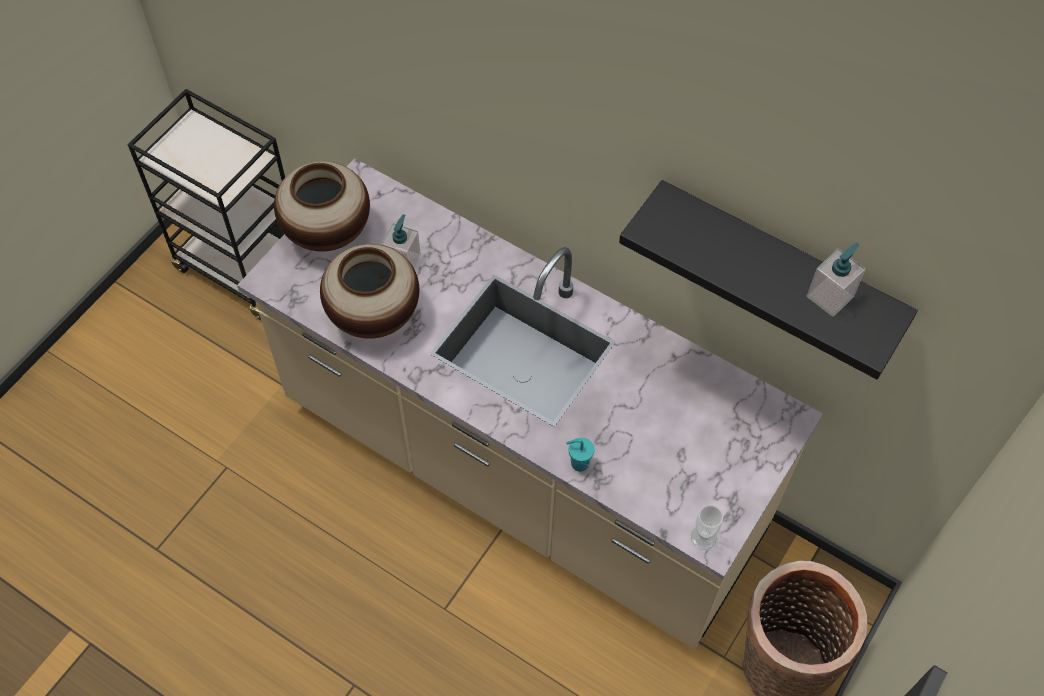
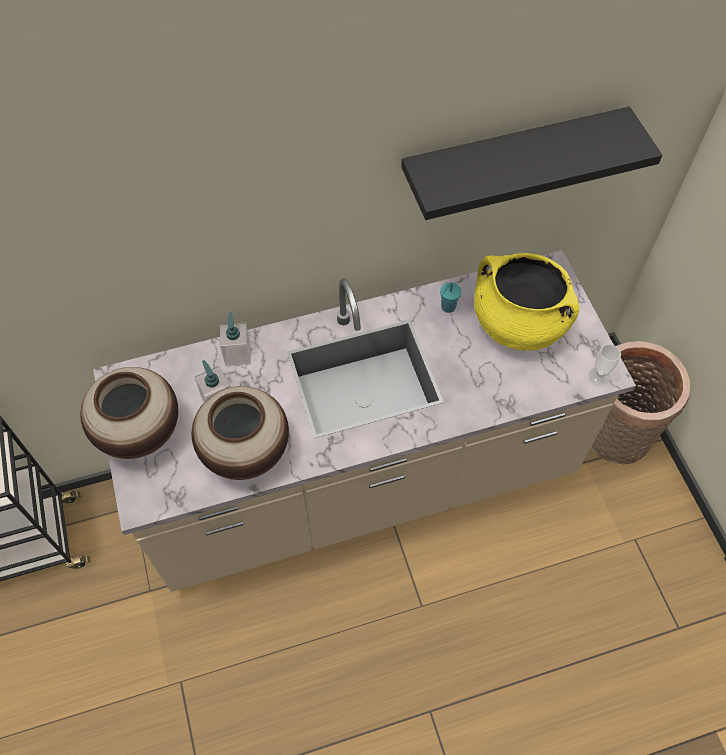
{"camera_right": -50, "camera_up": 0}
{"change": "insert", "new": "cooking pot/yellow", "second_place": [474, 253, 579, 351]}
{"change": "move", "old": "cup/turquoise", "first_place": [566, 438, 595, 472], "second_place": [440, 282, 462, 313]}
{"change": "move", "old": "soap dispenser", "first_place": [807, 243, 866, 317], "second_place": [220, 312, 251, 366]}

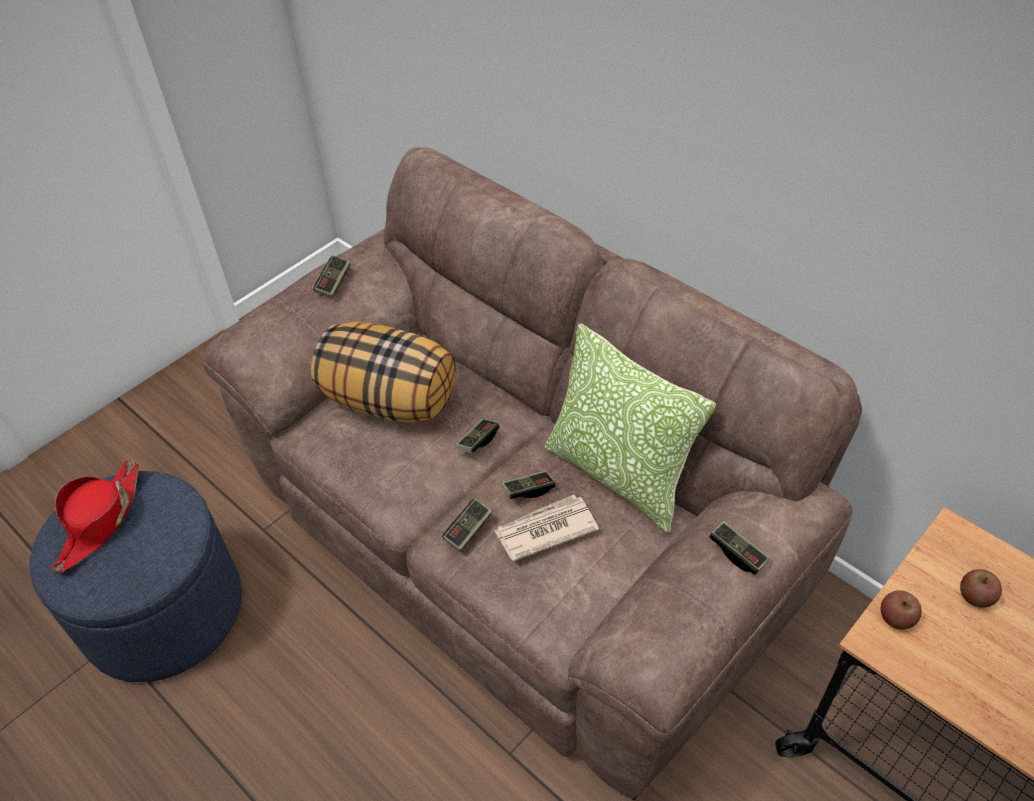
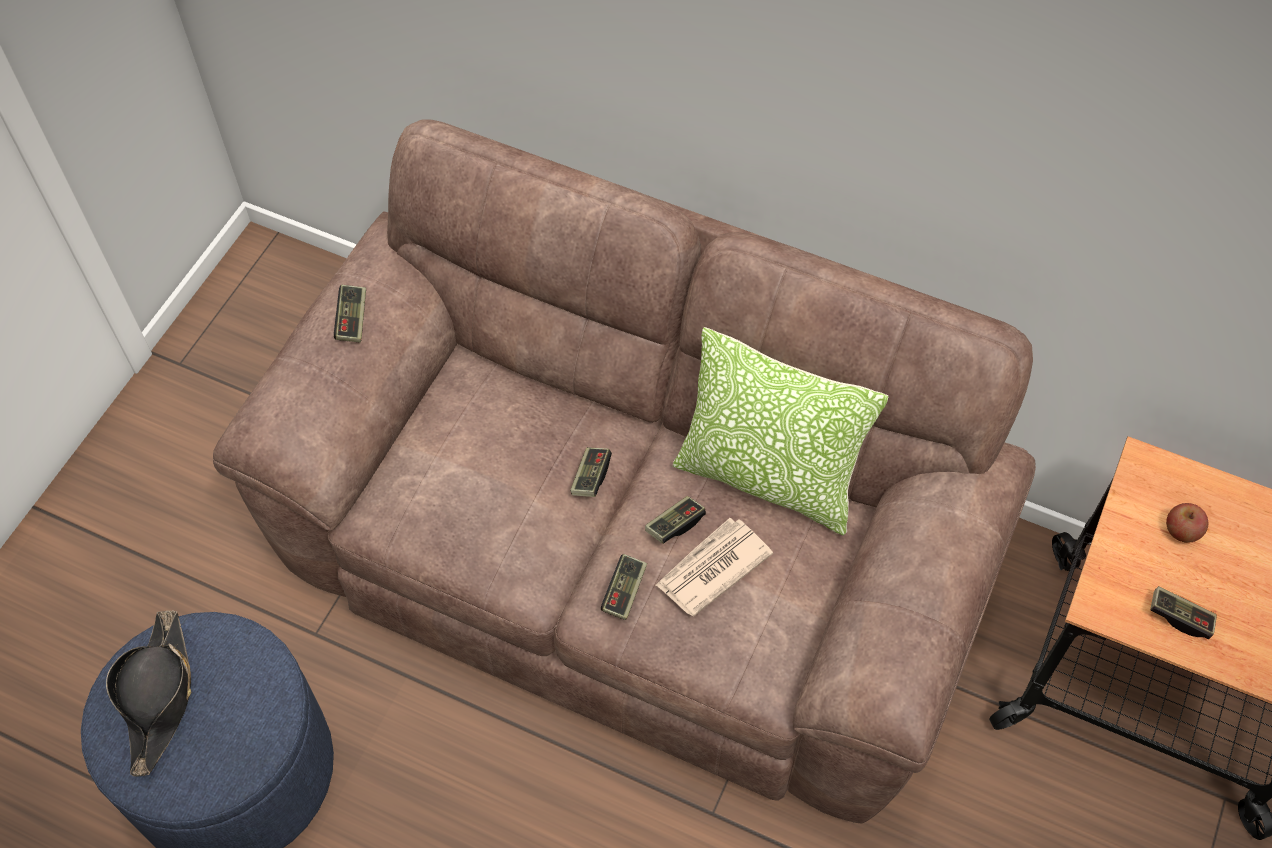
{"camera_right": -20, "camera_up": 10}
{"change": "delete", "old": "pillow", "first_place": [311, 322, 456, 423]}
{"change": "delete", "old": "apple", "first_place": [881, 590, 922, 629]}
{"change": "move", "old": "game controller", "first_place": [709, 521, 770, 575], "second_place": [1150, 586, 1217, 639]}
{"change": "recolor", "old": "hat/red", "new": "hat/black", "first_place": [51, 460, 139, 573], "second_place": [106, 610, 191, 776]}

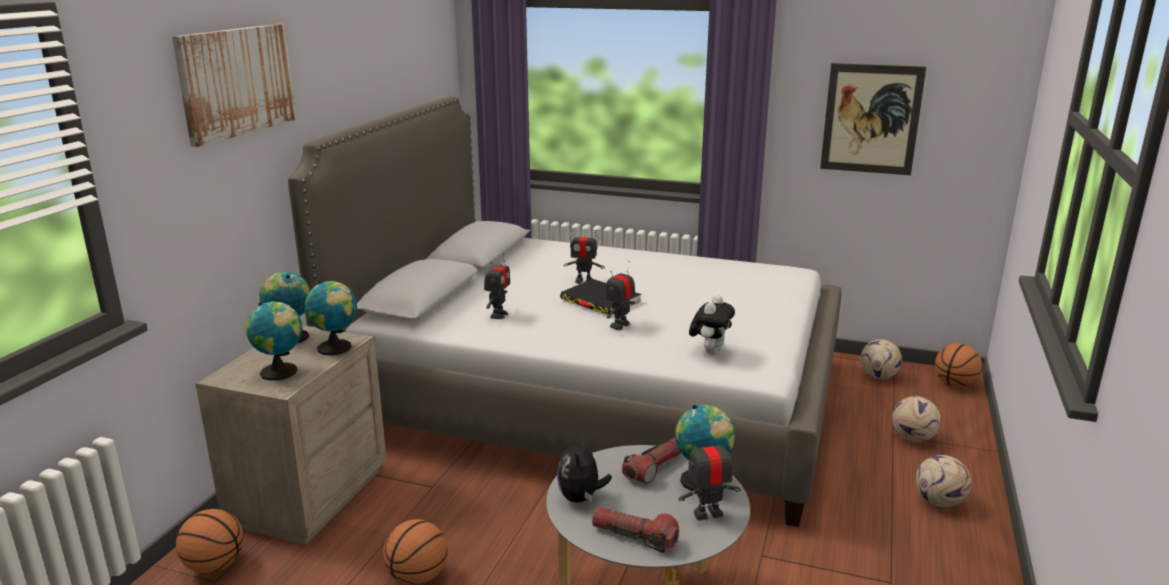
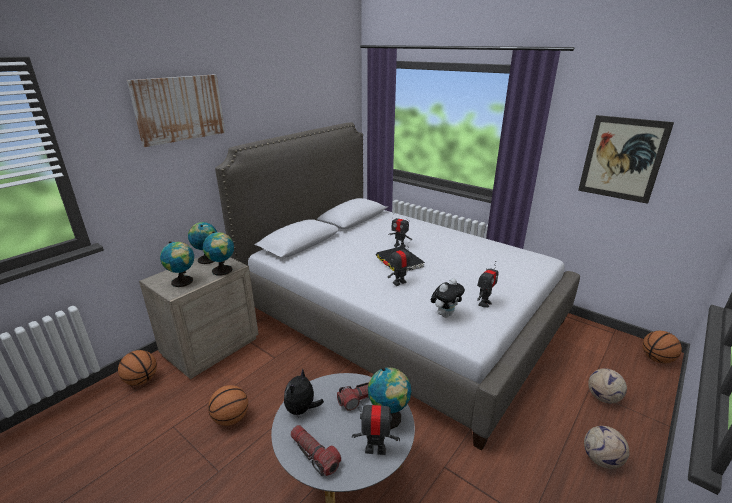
{"camera_right": 20, "camera_up": 5}
{"change": "delete", "old": "football", "first_place": [861, 339, 902, 379]}
{"change": "move", "old": "toy robot", "first_place": [484, 253, 510, 319], "second_place": [477, 261, 498, 308]}

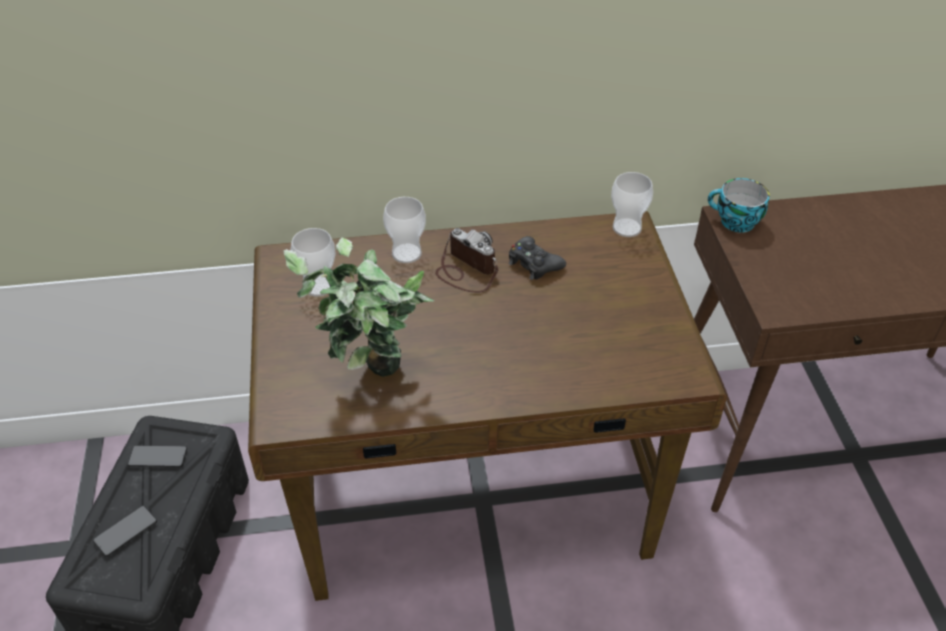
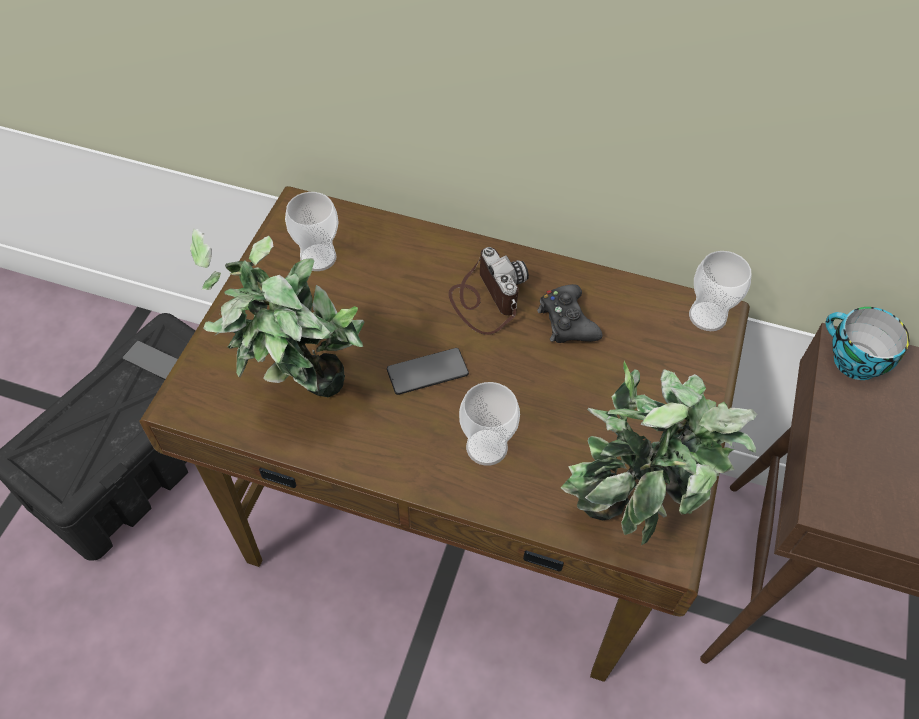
{"camera_right": 25, "camera_up": 10}
{"change": "insert", "new": "potted plant", "second_place": [561, 361, 757, 545]}
{"change": "move", "old": "phone", "first_place": [93, 506, 157, 557], "second_place": [387, 348, 469, 395]}
{"change": "move", "old": "cup", "first_place": [383, 197, 426, 263], "second_place": [459, 382, 520, 466]}

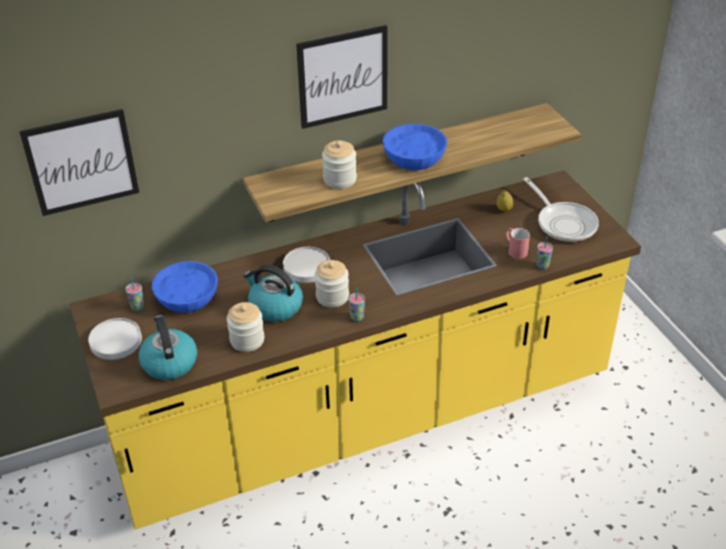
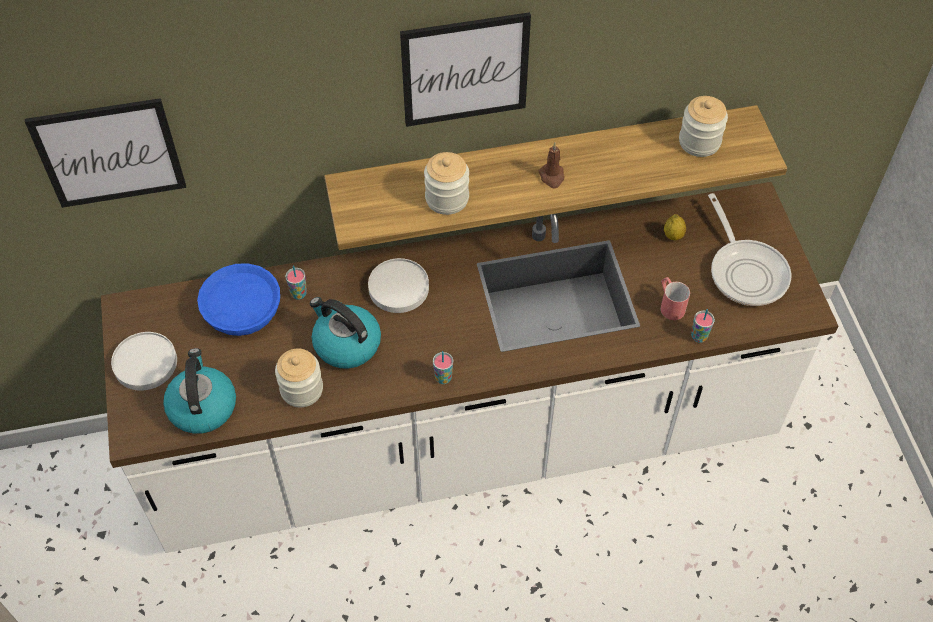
{"camera_right": 10, "camera_up": 15}
{"change": "move", "old": "cup", "first_place": [125, 278, 144, 311], "second_place": [285, 265, 307, 300]}
{"change": "move", "old": "jar", "first_place": [315, 260, 349, 308], "second_place": [679, 96, 728, 157]}
{"change": "replace", "old": "bowl/blue", "new": "candle/brown", "first_place": [383, 124, 447, 170], "second_place": [539, 143, 565, 188]}
{"change": "recolor", "old": "counter/yellow", "new": "counter/white", "first_place": [69, 170, 641, 529], "second_place": [101, 182, 838, 553]}

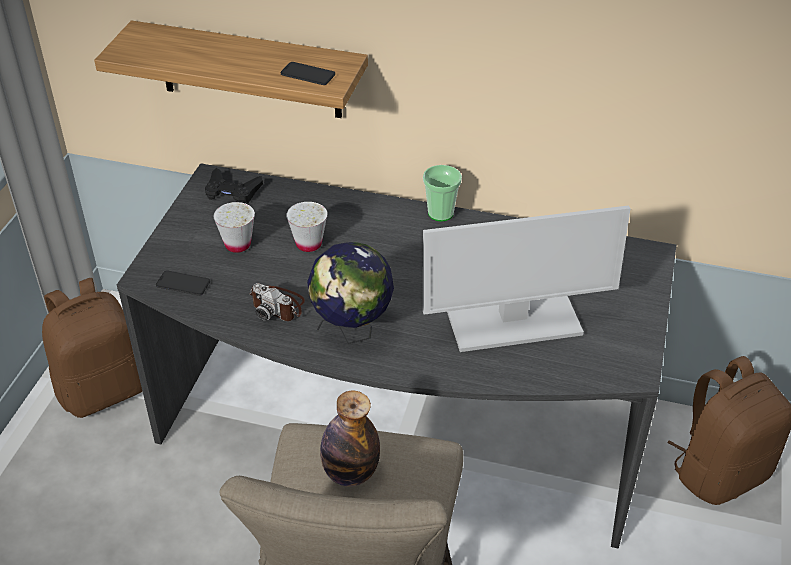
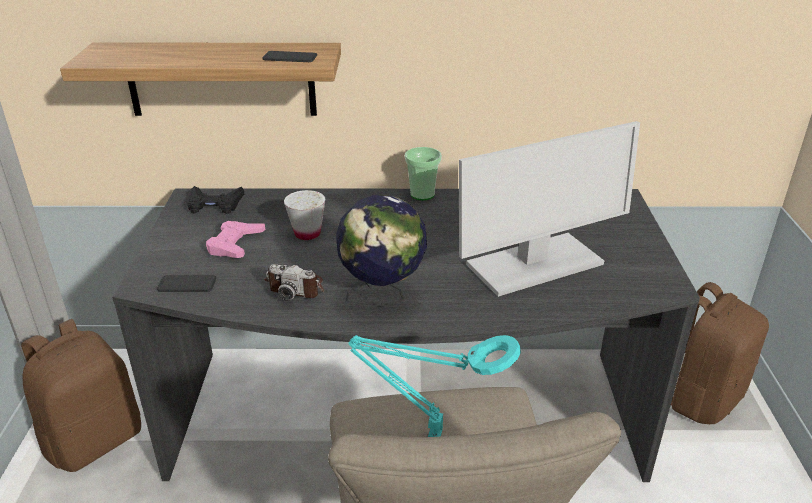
{"camera_right": -15, "camera_up": -10}
{"change": "replace", "old": "cup/white", "new": "game controller/pink", "first_place": [214, 202, 255, 253], "second_place": [206, 221, 265, 258]}
{"change": "replace", "old": "bottle", "new": "table lamp/turquoise", "first_place": [320, 391, 380, 487], "second_place": [348, 335, 521, 437]}

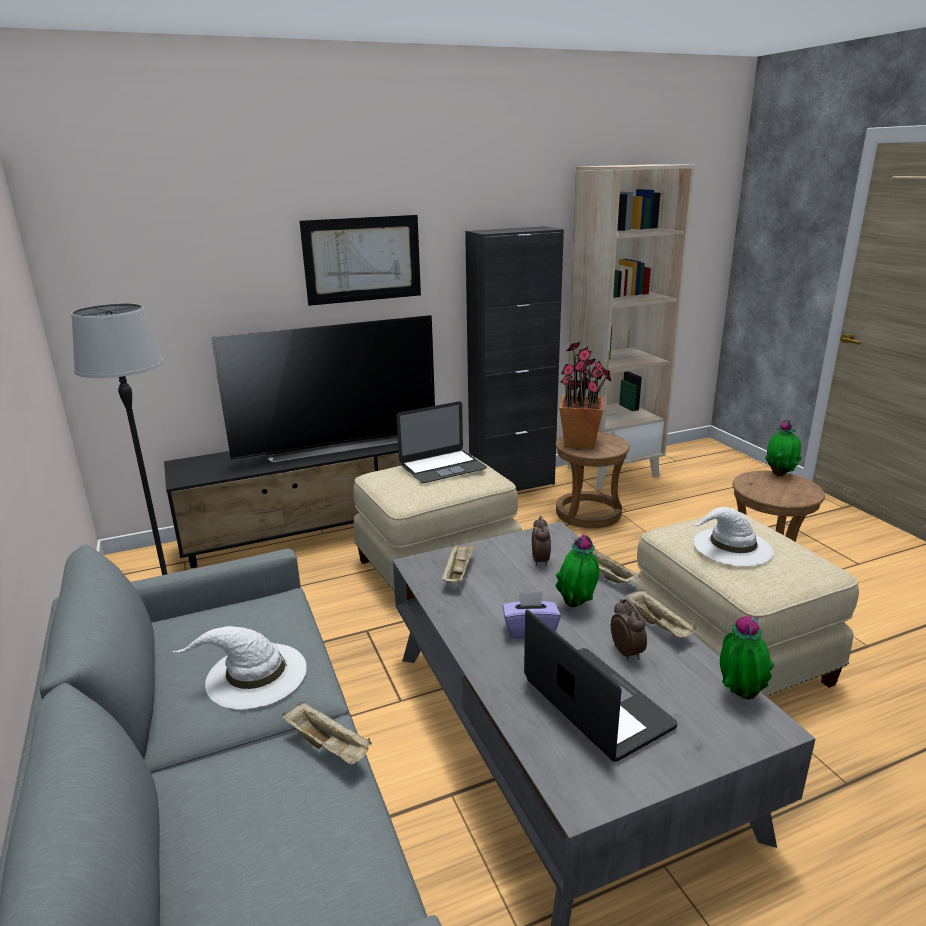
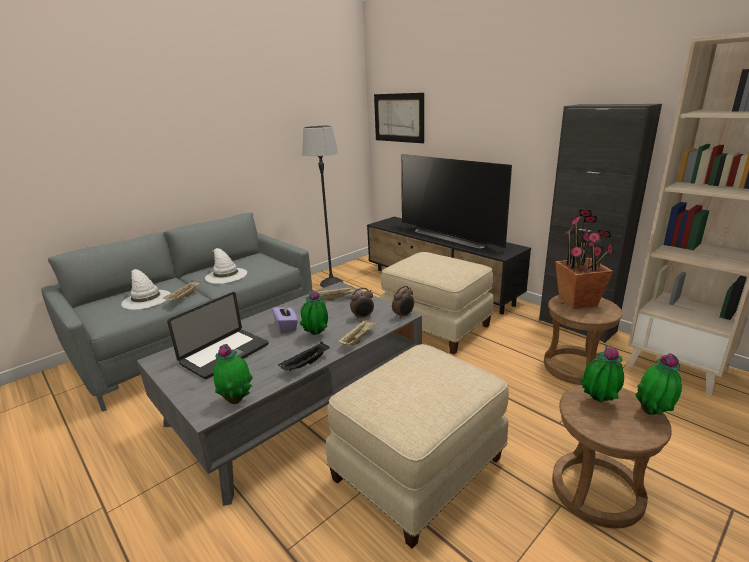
{"camera_right": 70, "camera_up": 0}
{"change": "delete", "old": "laptop", "first_place": [396, 401, 487, 483]}
{"change": "insert", "new": "potted plant", "second_place": [580, 345, 624, 402]}
{"change": "move", "old": "picture", "first_place": [299, 215, 421, 306], "second_place": [374, 93, 424, 143]}
{"change": "move", "old": "alarm clock", "first_place": [611, 599, 647, 661], "second_place": [392, 286, 414, 319]}
{"change": "move", "old": "hat/white", "first_place": [692, 507, 774, 566], "second_place": [121, 269, 171, 310]}
{"change": "recolor", "old": "tray/beige", "new": "tray/black", "first_place": [626, 589, 696, 638], "second_place": [278, 342, 330, 371]}

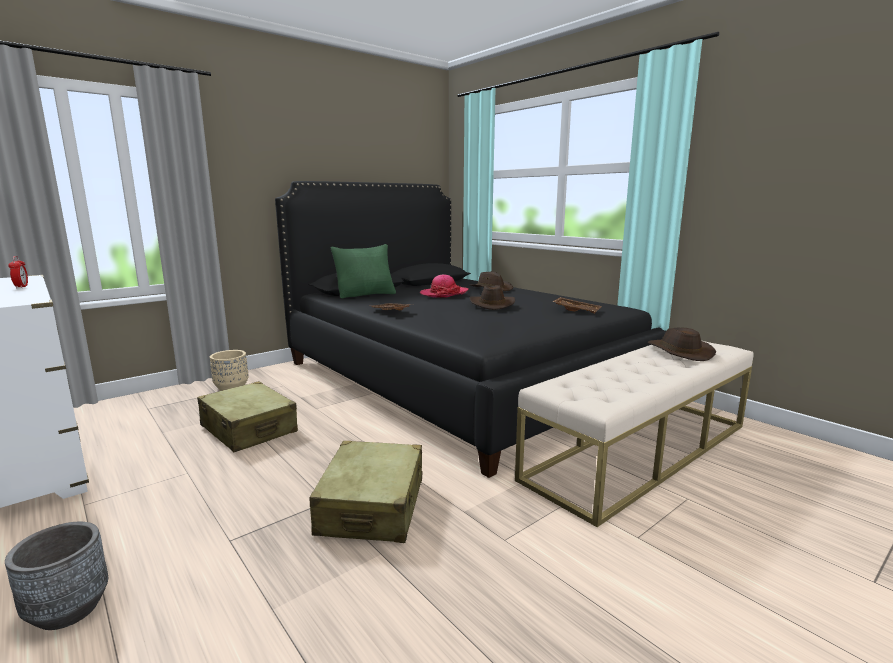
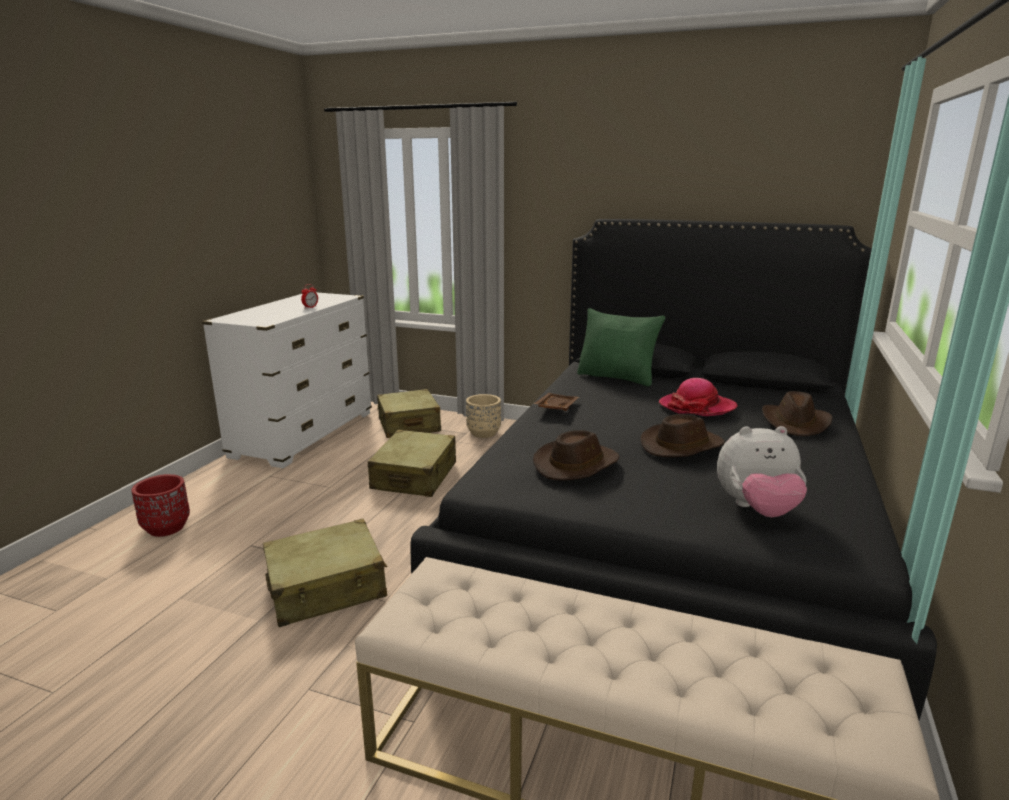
{"camera_right": 60, "camera_up": 5}
{"change": "insert", "new": "suitcase/beige", "second_place": [377, 389, 441, 438]}
{"change": "move", "old": "hat/brown", "first_place": [648, 328, 716, 361], "second_place": [533, 430, 620, 481]}
{"change": "replace", "old": "tray/brown", "new": "plush toy", "first_place": [553, 297, 602, 314], "second_place": [717, 426, 807, 517]}
{"change": "recolor", "old": "planter/grey", "new": "planter/red", "first_place": [5, 522, 108, 630], "second_place": [131, 474, 190, 537]}

